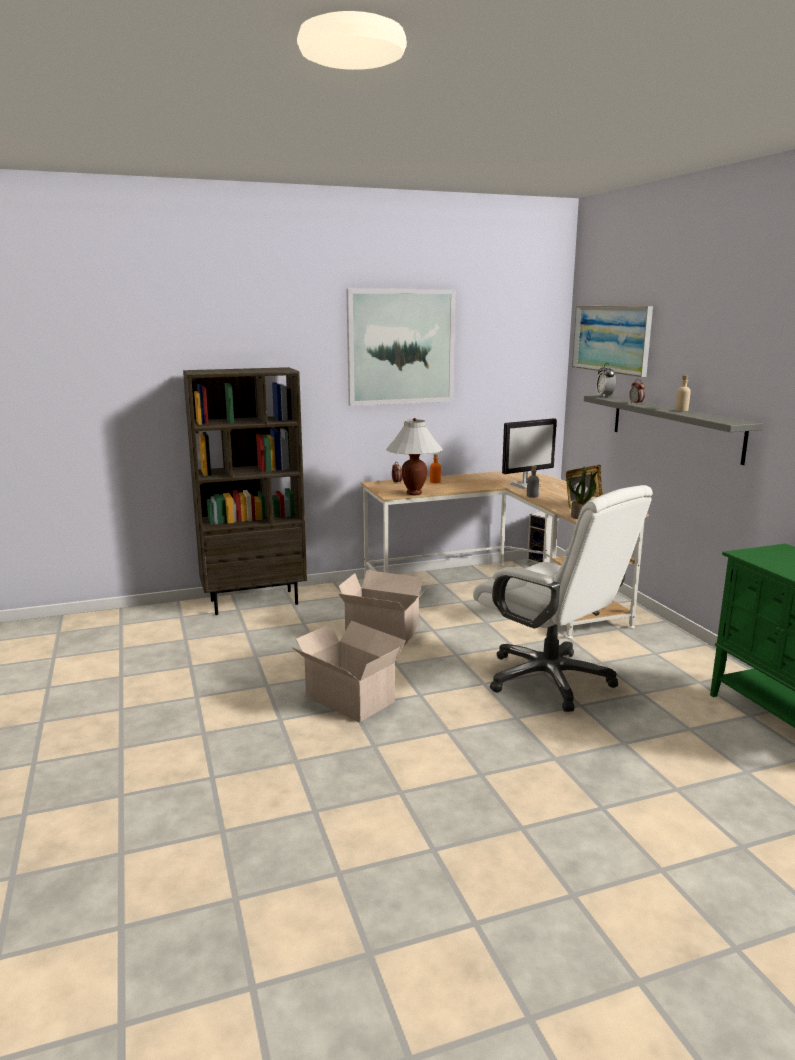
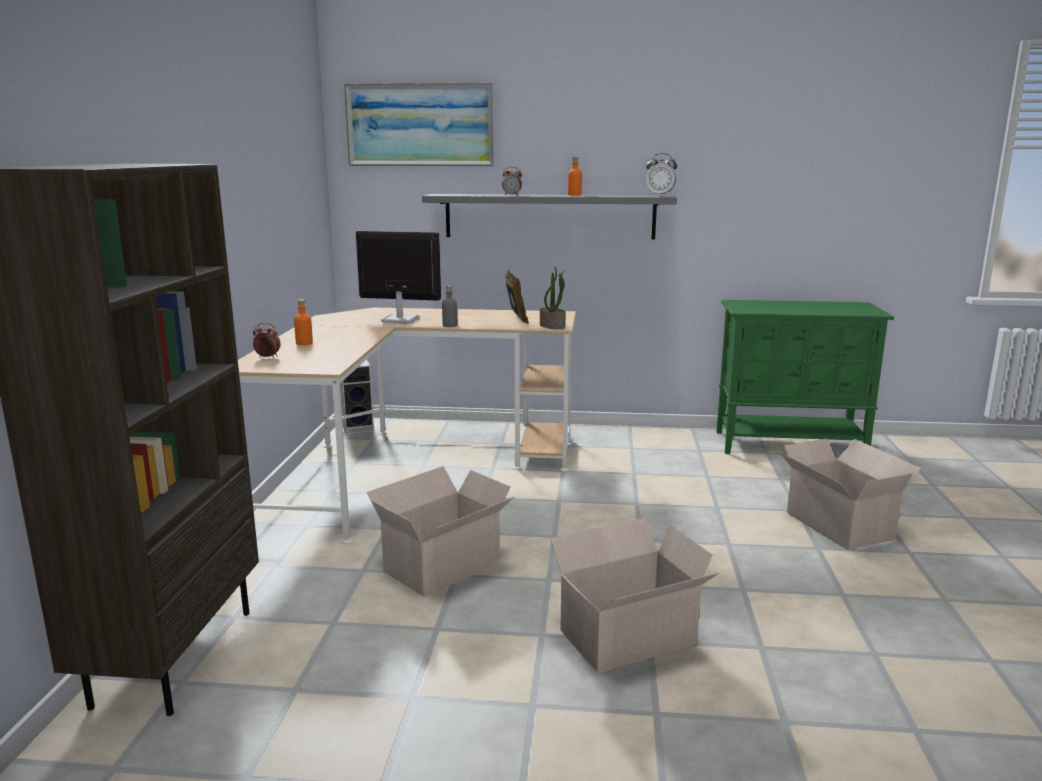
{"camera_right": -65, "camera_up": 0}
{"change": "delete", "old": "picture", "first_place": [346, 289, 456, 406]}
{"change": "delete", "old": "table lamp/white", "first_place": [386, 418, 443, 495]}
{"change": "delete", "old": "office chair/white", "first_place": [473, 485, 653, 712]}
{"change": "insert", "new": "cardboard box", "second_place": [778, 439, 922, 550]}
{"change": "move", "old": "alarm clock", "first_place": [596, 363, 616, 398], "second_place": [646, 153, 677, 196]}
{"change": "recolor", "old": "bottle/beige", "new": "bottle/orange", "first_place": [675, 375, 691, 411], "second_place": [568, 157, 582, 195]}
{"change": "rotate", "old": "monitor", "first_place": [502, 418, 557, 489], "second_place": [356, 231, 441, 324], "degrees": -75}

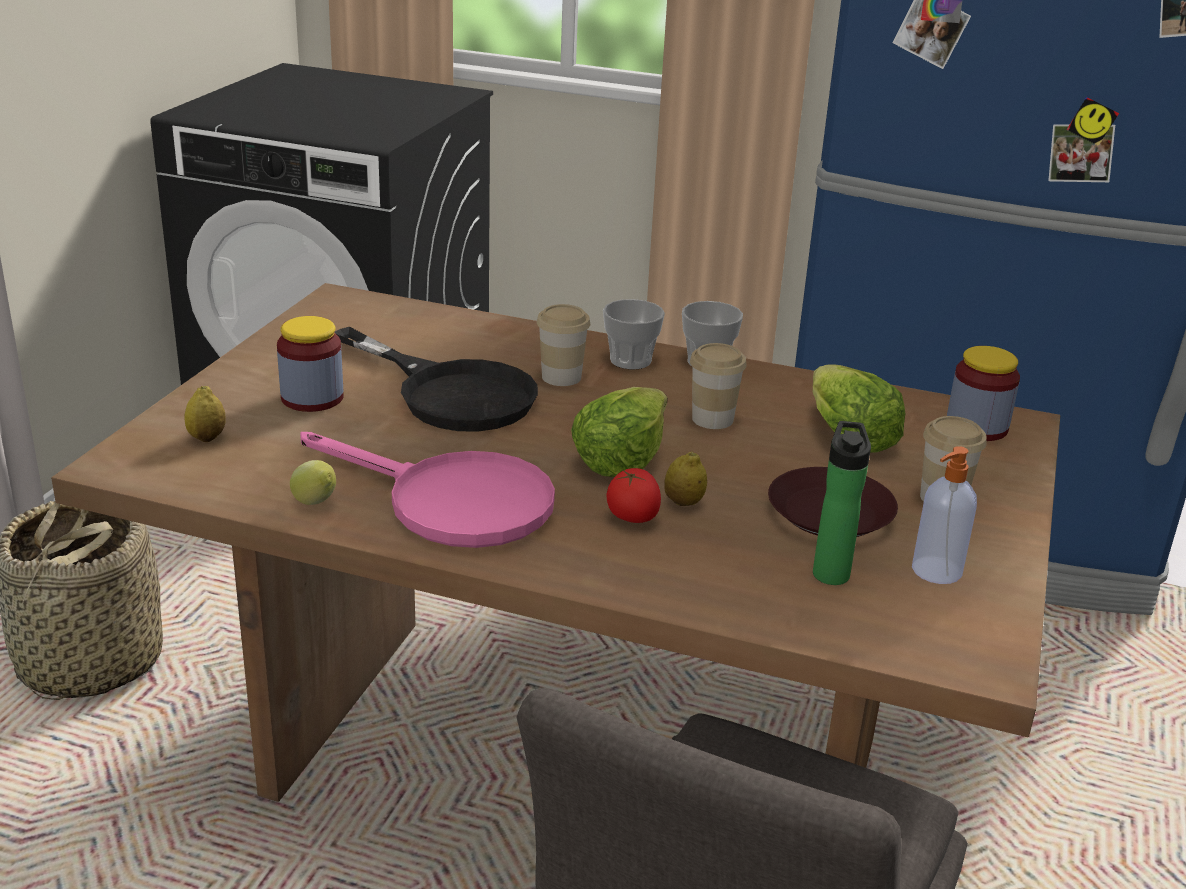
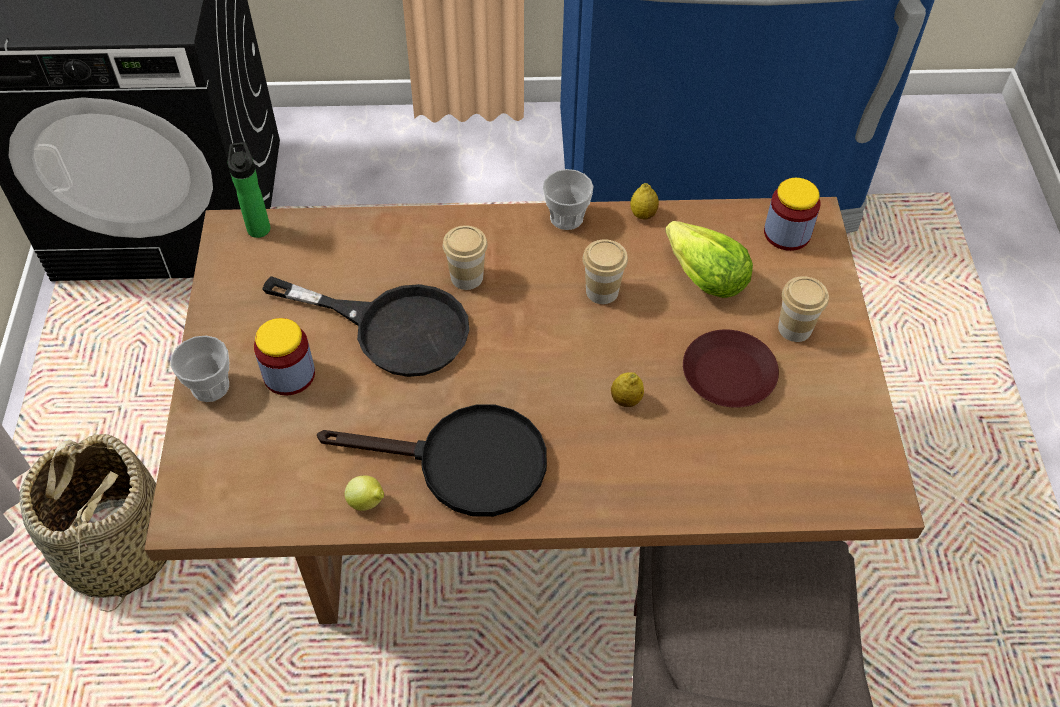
{"camera_right": -20, "camera_up": 25}
{"change": "delete", "old": "lettuce", "first_place": [571, 387, 667, 477]}
{"change": "delete", "old": "tomato", "first_place": [606, 468, 661, 523]}
{"change": "delete", "old": "soap dispenser", "first_place": [912, 446, 977, 584]}
{"change": "move", "old": "lemon", "first_place": [185, 386, 226, 442], "second_place": [630, 183, 659, 220]}
{"change": "move", "old": "cup", "first_place": [603, 299, 665, 370], "second_place": [171, 335, 229, 402]}
{"change": "move", "old": "bottle", "first_place": [813, 421, 871, 585], "second_place": [228, 142, 270, 238]}
{"change": "recolor", "old": "frying pan/pink", "new": "frying pan/black", "first_place": [300, 432, 555, 548], "second_place": [317, 405, 547, 517]}

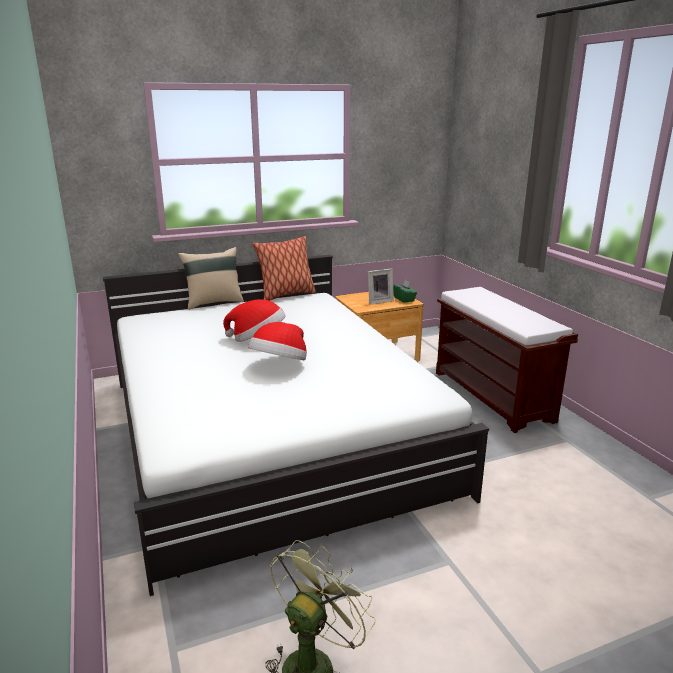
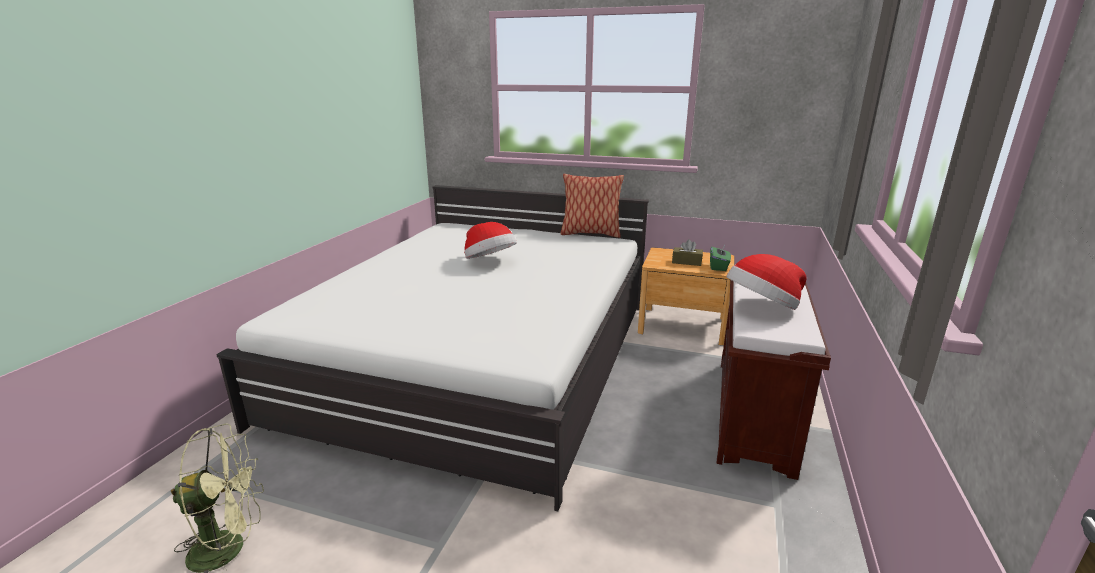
{"camera_right": 40, "camera_up": 0}
{"change": "delete", "old": "pillow/beige", "first_place": [178, 247, 244, 310]}
{"change": "move", "old": "hat", "first_place": [248, 322, 307, 361], "second_place": [727, 254, 807, 310]}
{"change": "replace", "old": "picture frame", "new": "tissue box/brown", "first_place": [368, 268, 394, 304], "second_place": [672, 239, 703, 266]}

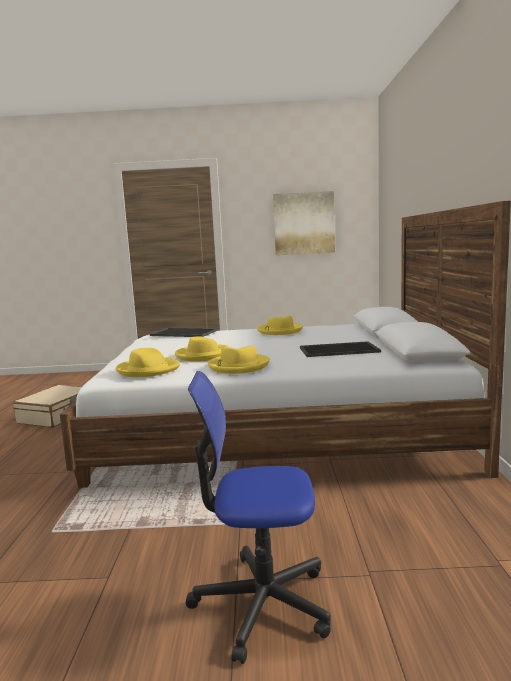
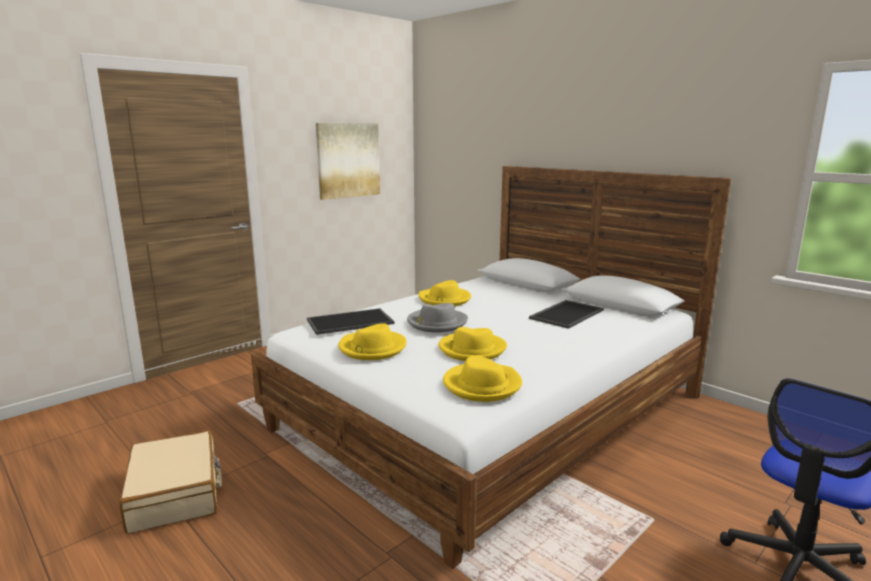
{"camera_right": -45, "camera_up": 5}
{"change": "insert", "new": "hat/grey", "second_place": [407, 303, 468, 333]}
{"change": "move", "old": "hat/yellow", "first_place": [208, 346, 270, 374], "second_place": [338, 323, 406, 360]}

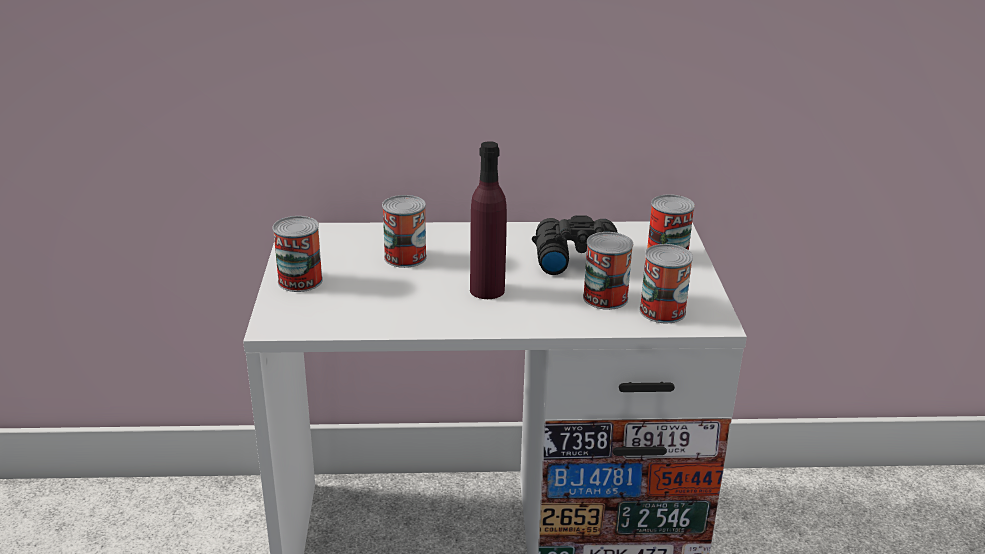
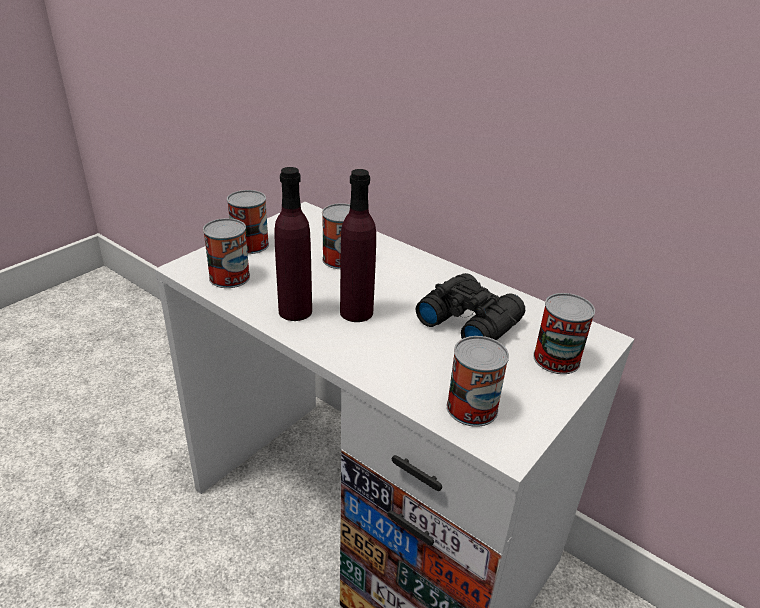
{"camera_right": 40, "camera_up": 5}
{"change": "insert", "new": "bottle/purple", "second_place": [274, 167, 312, 321]}
{"change": "move", "old": "can", "first_place": [583, 232, 633, 310], "second_place": [203, 218, 250, 288]}

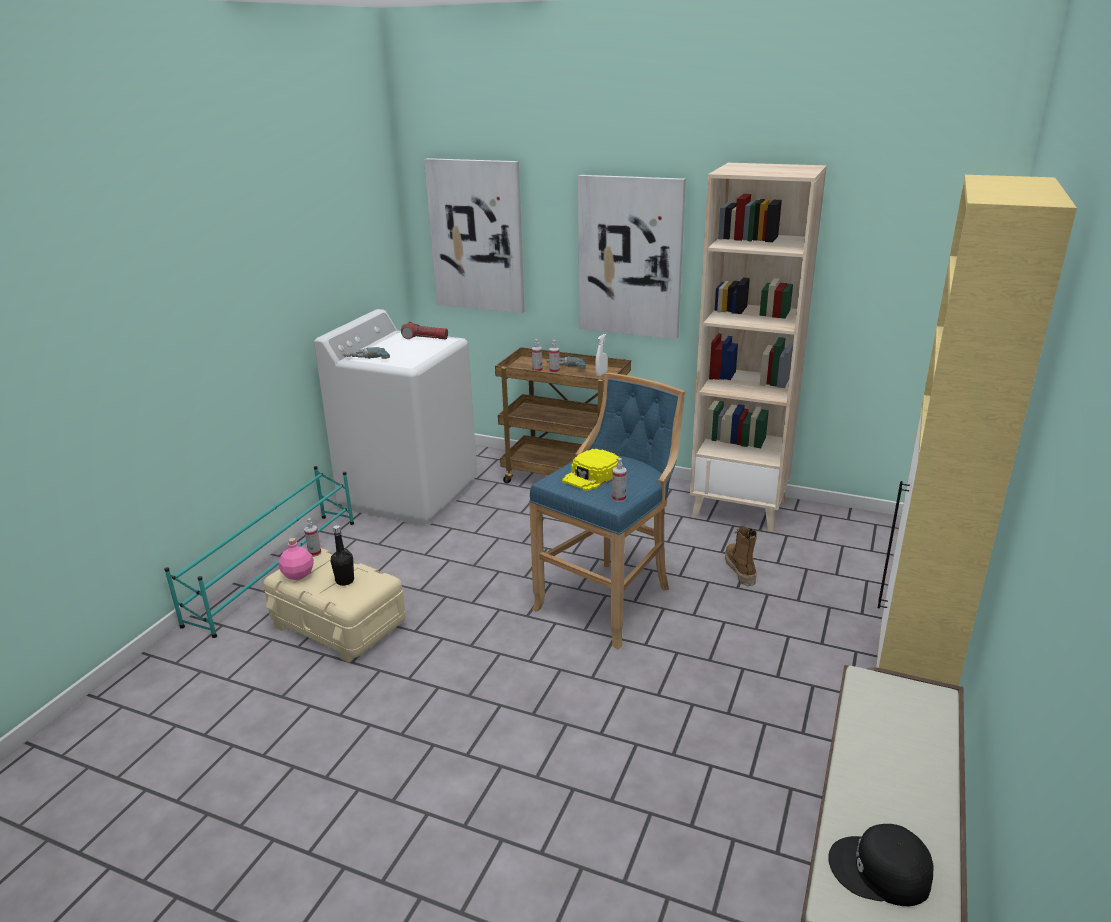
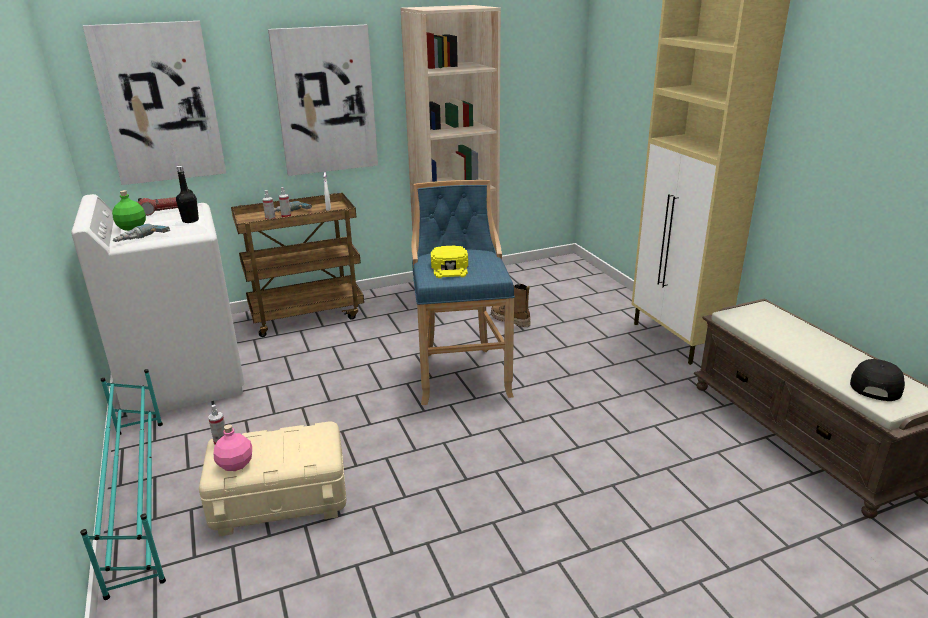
{"camera_right": -45, "camera_up": 0}
{"change": "delete", "old": "spray bottle", "first_place": [612, 458, 627, 502]}
{"change": "insert", "new": "bottle/green", "second_place": [112, 190, 146, 231]}
{"change": "move", "old": "bottle/black", "first_place": [331, 525, 354, 586], "second_place": [176, 166, 199, 223]}
{"change": "rotate", "old": "cap/black", "first_place": [828, 824, 934, 906], "second_place": [850, 359, 905, 401], "degrees": 150}

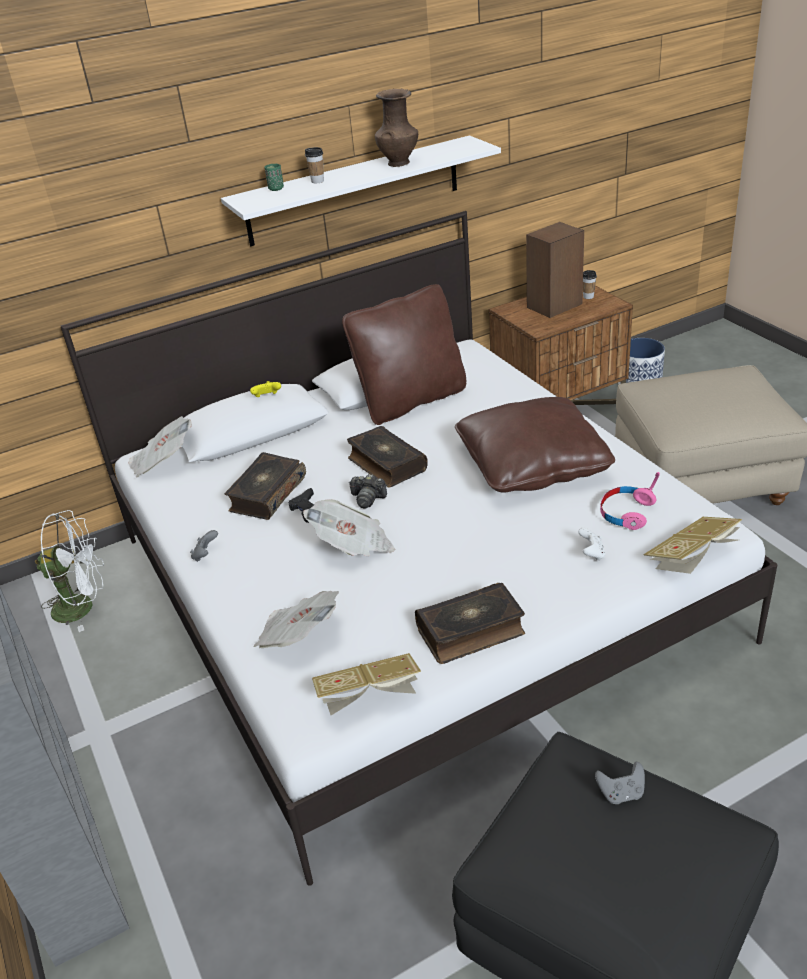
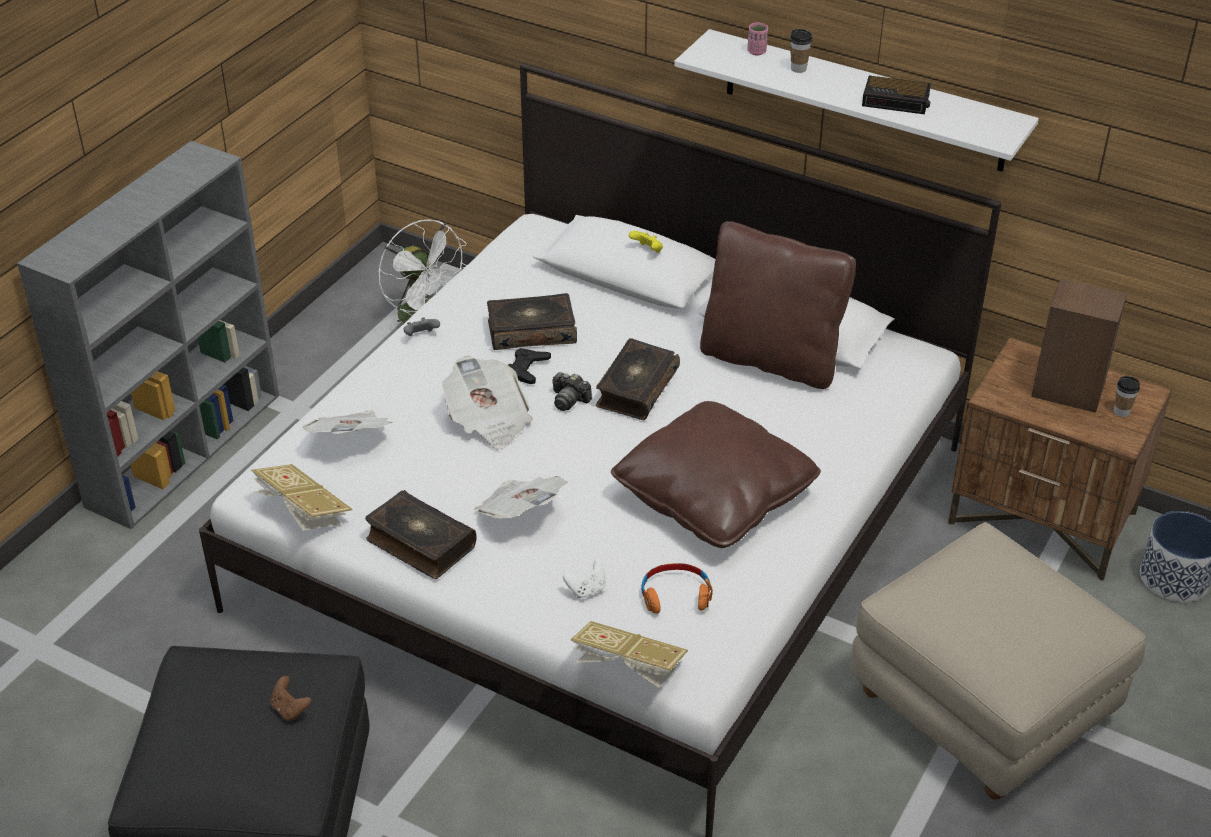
{"camera_right": 55, "camera_up": 5}
{"change": "move", "old": "newspaper", "first_place": [128, 416, 192, 477], "second_place": [474, 476, 568, 519]}
{"change": "replace", "old": "vase/brown", "new": "alarm clock", "first_place": [375, 89, 418, 167], "second_place": [862, 75, 931, 114]}
{"change": "recolor", "old": "cup/green", "new": "cup/pink", "first_place": [265, 164, 284, 191], "second_place": [747, 23, 768, 55]}
{"change": "recolor", "old": "game controller/grey", "new": "game controller/brown", "first_place": [595, 762, 645, 804], "second_place": [270, 676, 311, 721]}
{"change": "recolor", "old": "headphones/pink", "new": "headphones/orange", "first_place": [600, 472, 660, 530], "second_place": [641, 563, 713, 614]}
{"change": "rotate", "old": "photo camera", "first_place": [349, 474, 387, 508], "second_place": [552, 372, 592, 411], "degrees": -45}

